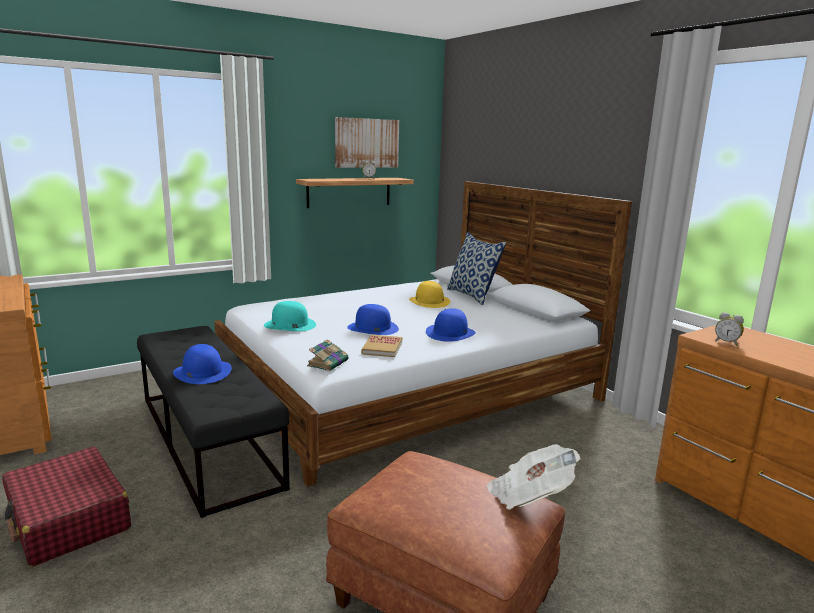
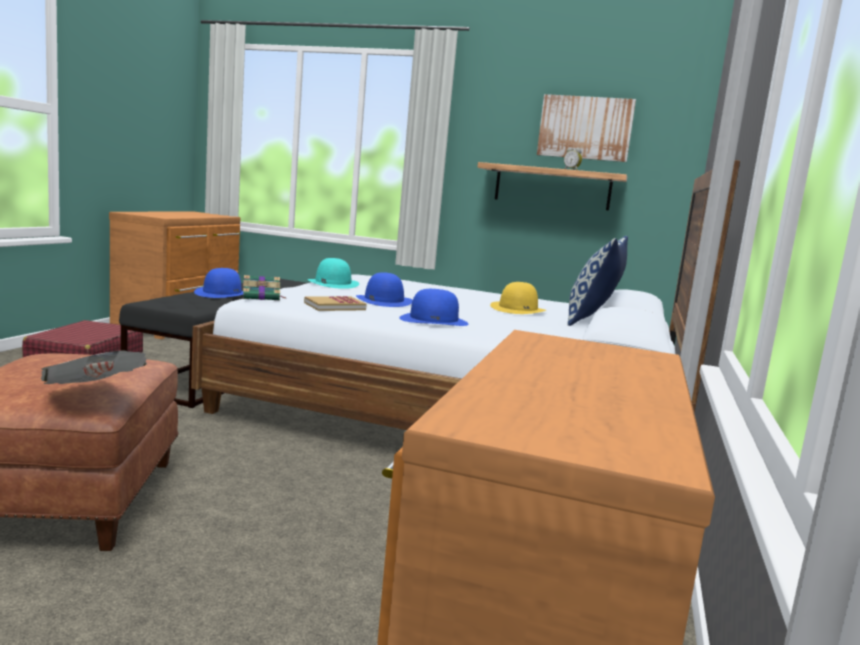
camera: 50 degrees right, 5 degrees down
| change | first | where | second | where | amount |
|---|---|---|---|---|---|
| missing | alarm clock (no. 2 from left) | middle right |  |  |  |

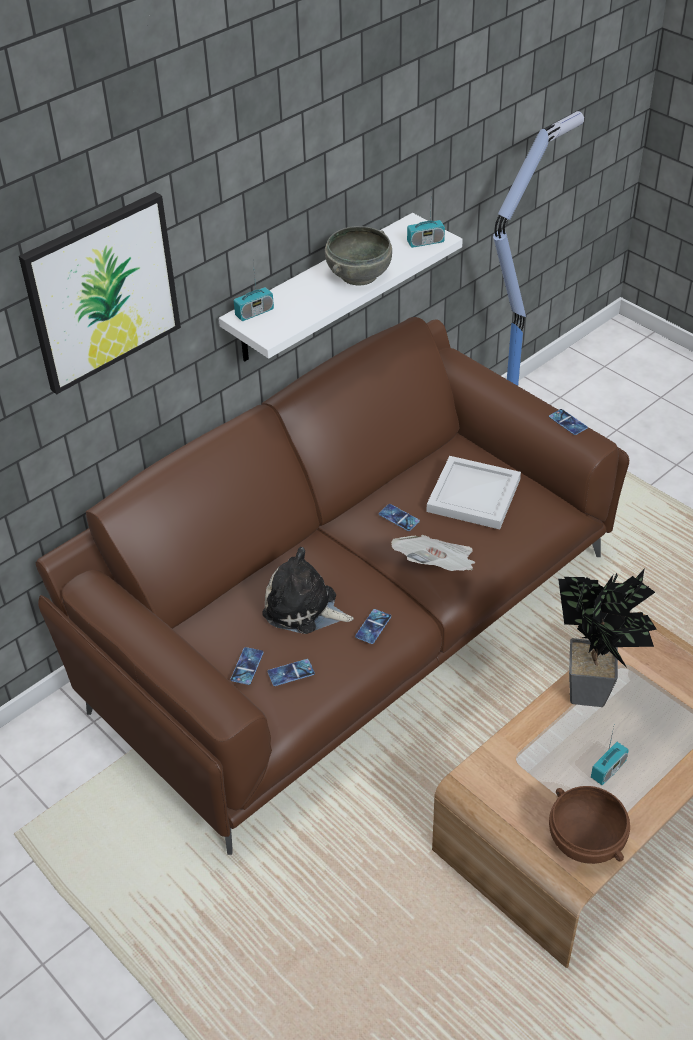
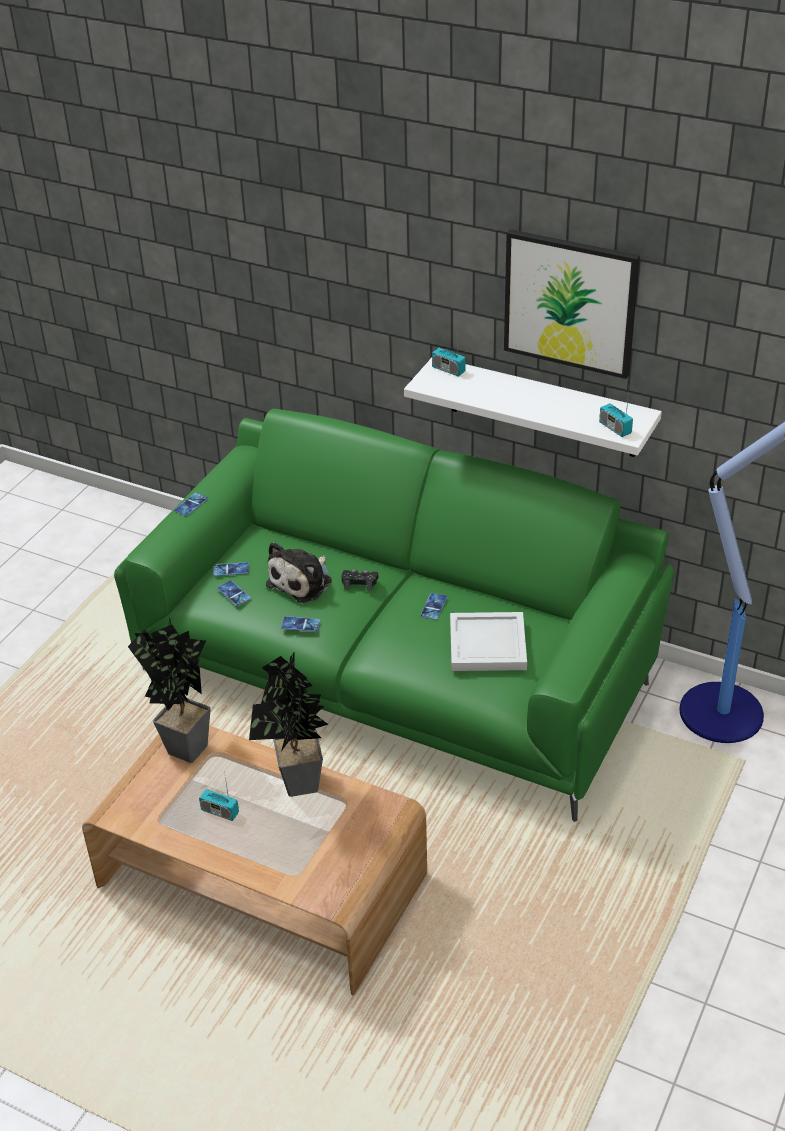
camera: 70 degrees right, 5 degrees down
| change | first | where | second | where | amount |
|---|---|---|---|---|---|
| missing | grey bowl | top centre |  |  |  |
| missing | newspaper | centre |  |  |  |
| missing | brown bowl | bottom right |  |  |  |
| appeared |  |  | potted plant (no. 1 from left) | middle left |  |
| appeared |  |  | black game controller | centre |  |
| relocated | picture | top left |  | top right |  |
| relocated | phone (no. 5 from left in the first image) | middle right | phone (no. 1 from left) | middle left |  |
| colour | brown sofa | centre | green sofa | centre |  |
| spun | plush toy | centre |  | centre | 150 degrees counterclockwise |

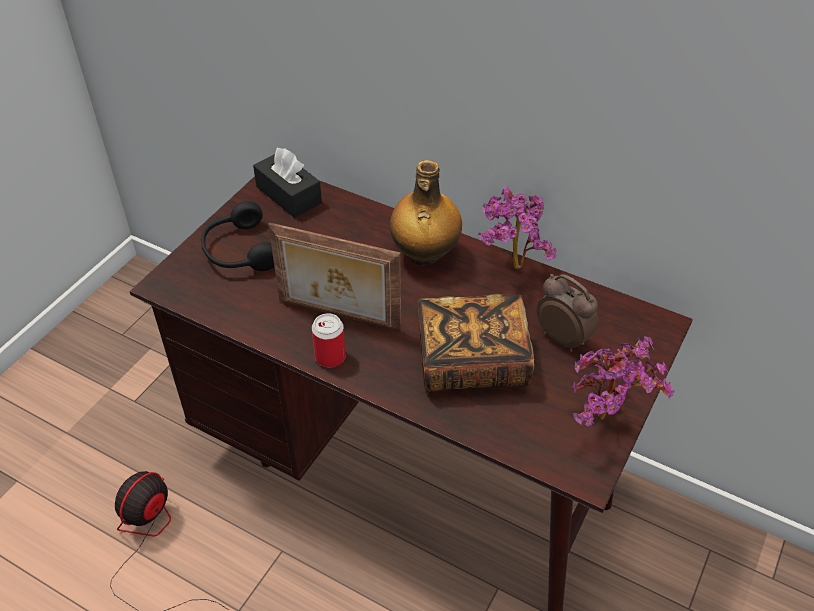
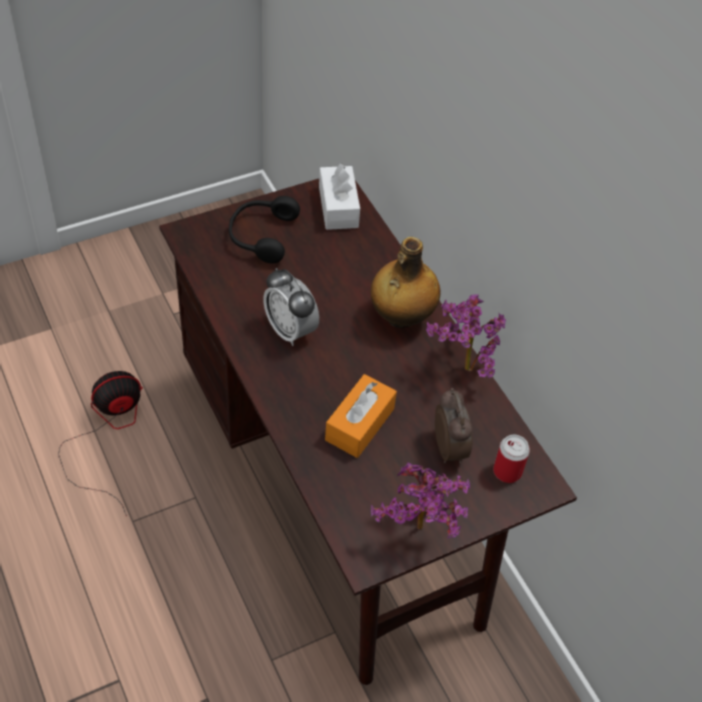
camera: 30 degrees right, 5 degrees up
| change | first | where | second | where | amount |
|---|---|---|---|---|---|
| relocated | can | centre |  | middle right |  |
| exchanged | picture frame | centre | alarm clock (no. 1 from left) | centre |  |
| exchanged | book | centre | orange tissue box | centre |  |
| colour | black tissue box | top centre | white tissue box | top centre |  |

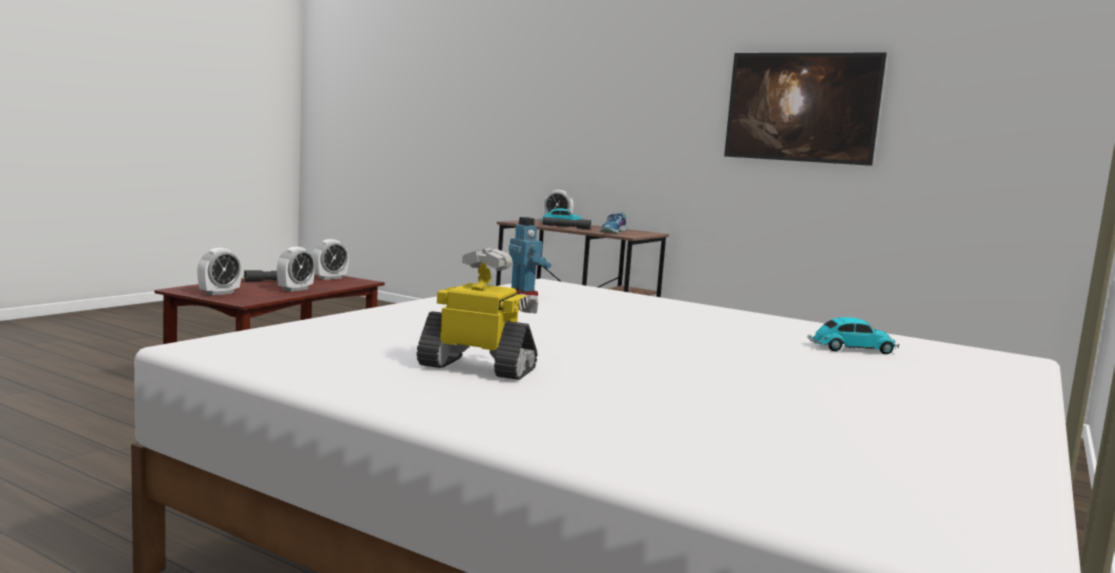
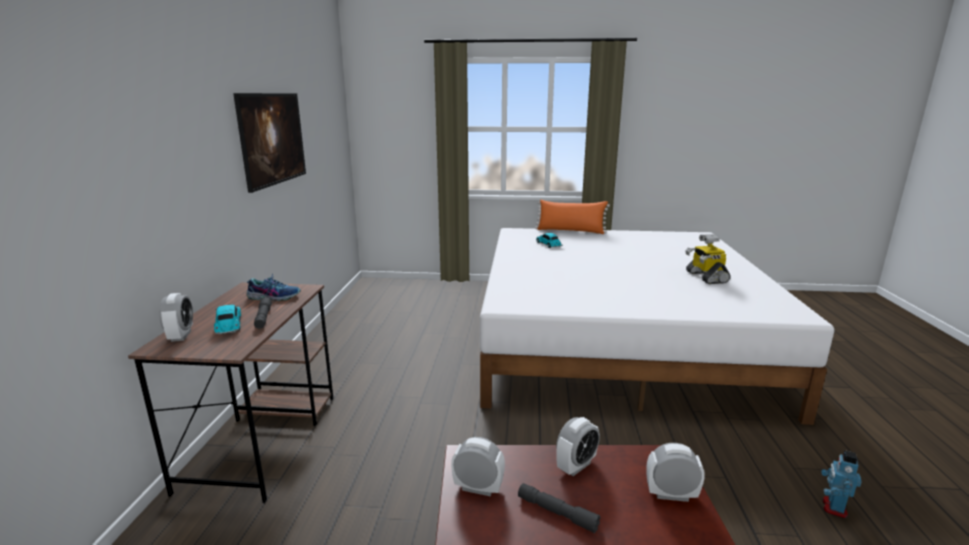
camera: 115 degrees left, 10 degrees up
| change | first | where | second | where | amount |
|---|---|---|---|---|---|
| appeared |  |  | orange pillow | centre |  |
| relocated | toy robot (no. 2 from left) | centre |  | bottom right |  |
| spun | alarm clock (no. 2 from left in the first image) | middle left | alarm clock (no. 3 from left) | bottom centre | 135 degrees clockwise |

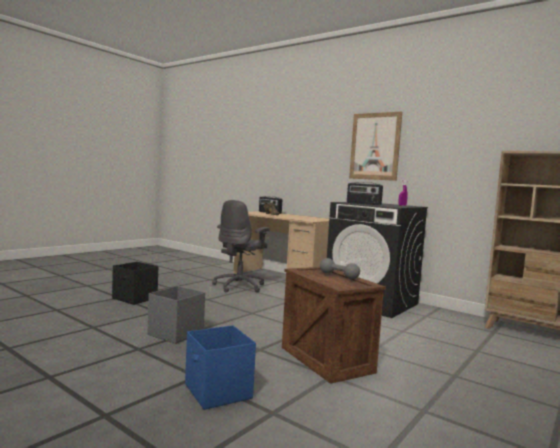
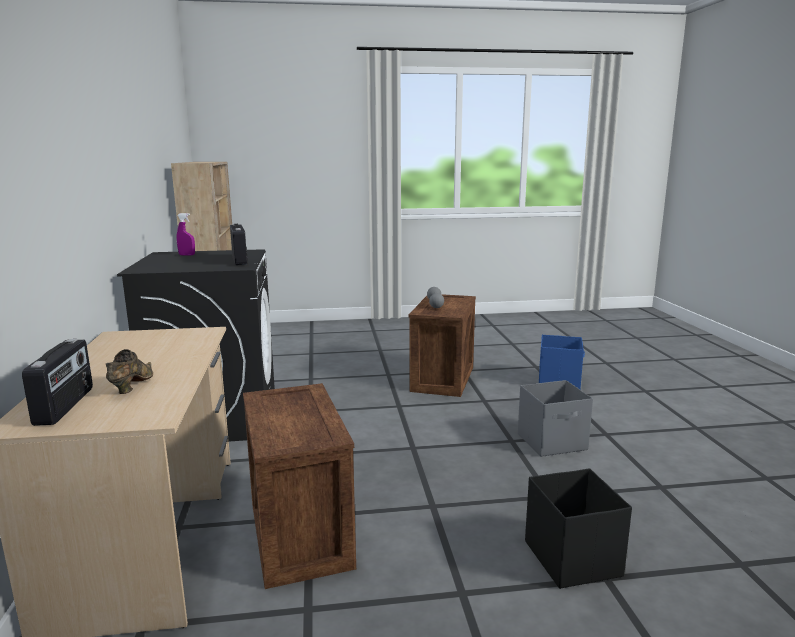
camera: 135 degrees left, 10 degrees up
| change | first | where | second | where | amount |
|---|---|---|---|---|---|
| missing | picture | top right |  |  |  |
| exchanged | grey office chair | centre | crate (no. 1 from left) | bottom centre |  |

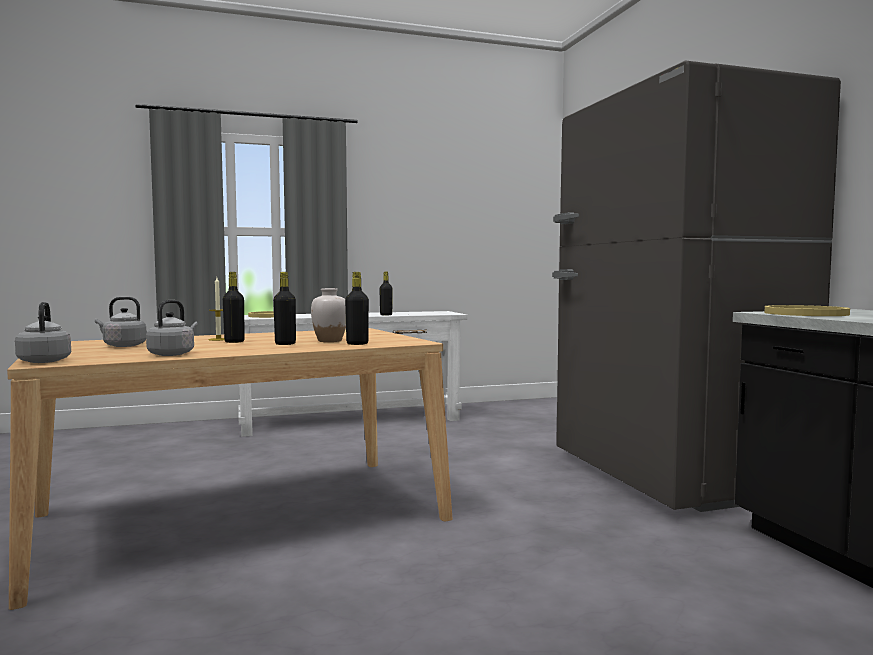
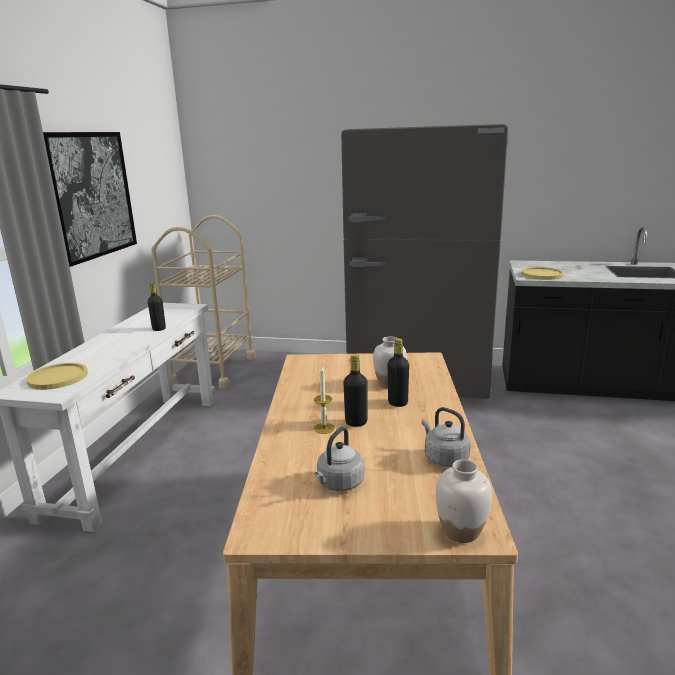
camera: 60 degrees left, 15 degrees up
| change | first | where | second | where | amount |
|---|---|---|---|---|---|
| missing | black bottle (no. 3 from left) | centre |  |  |  |
| appeared |  |  | picture | top left |  |
| appeared |  |  | beige cart | middle left |  |
| exchanged | grey kettle (no. 1 from left) | middle left | white vase (no. 2 from left) | bottom right |  |

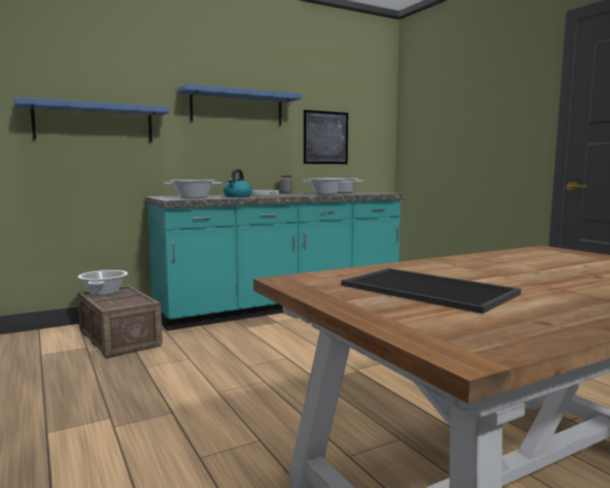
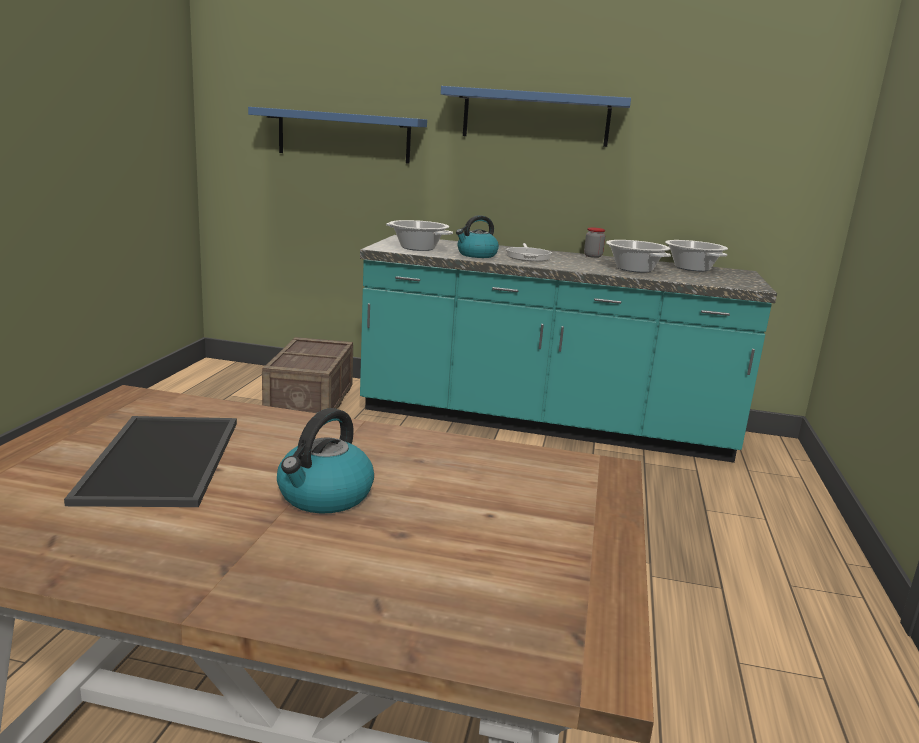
camera: 40 degrees right, 10 degrees up
| change | first | where | second | where | amount |
|---|---|---|---|---|---|
| missing | cooking pot (no. 1 from left) | middle left |  |  |  |
| missing | picture | top centre |  |  |  |
| appeared |  |  | kettle (no. 1 from left) | centre |  |

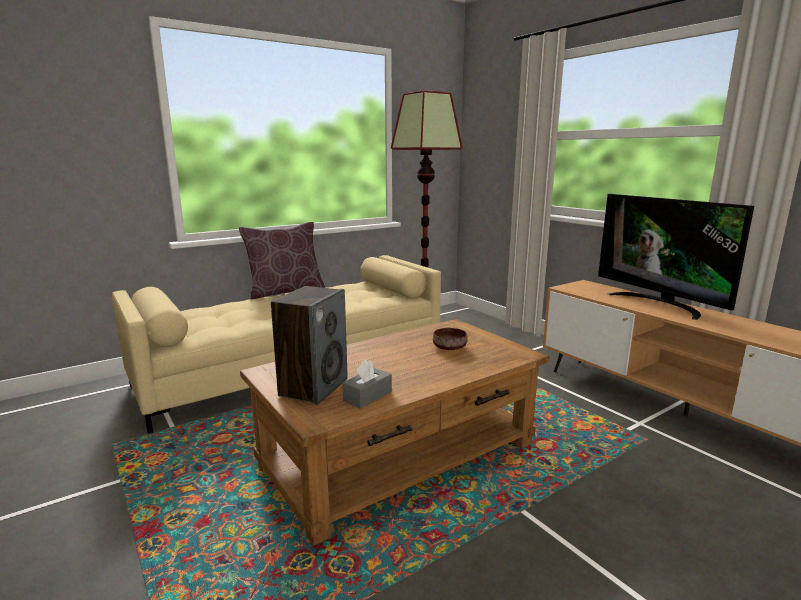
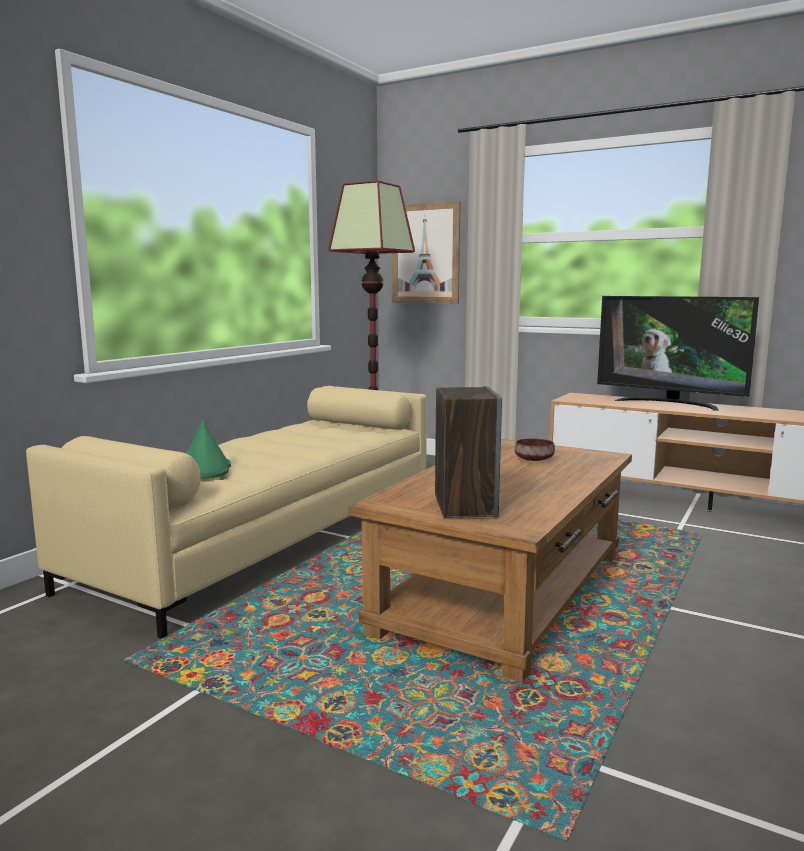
camera: 25 degrees left, 5 degrees down
| change | first | where | second | where | amount |
|---|---|---|---|---|---|
| missing | brown pillow | centre |  |  |  |
| missing | grey tissue box | centre |  |  |  |
| appeared |  |  | green hat | middle left |  |
| appeared |  |  | picture | top centre |  |

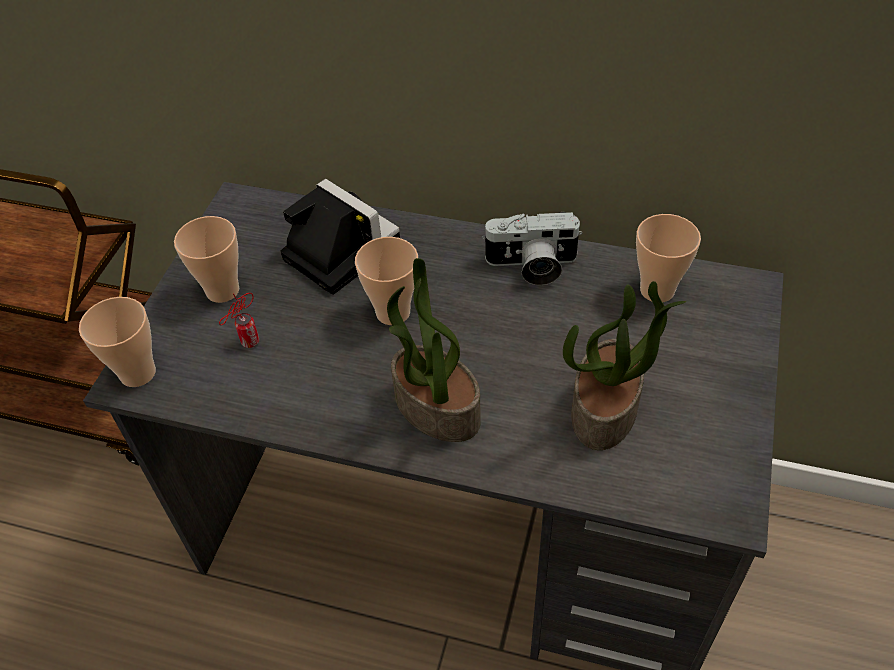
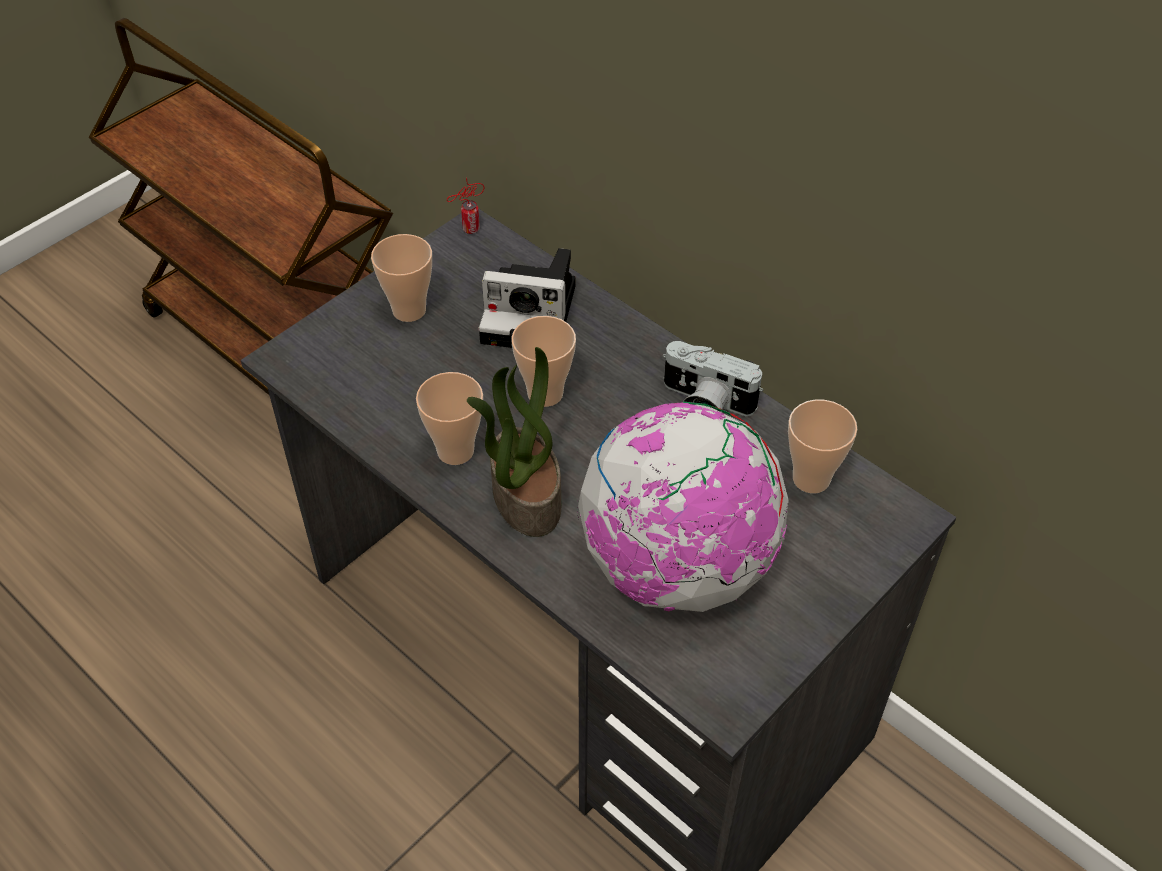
camera: 25 degrees right, 0 degrees up
| change | first | where | second | where | amount |
|---|---|---|---|---|---|
| relocated | cup (no. 1 from left in the first image) | middle left | cup (no. 2 from left) | centre |  |
| relocated | can | middle left |  | top centre |  |
| exchanged | potted plant (no. 2 from left) | middle right | globe | centre |  |
| spun | photo camera (no. 1 from left) | centre |  | centre | 120 degrees clockwise |

